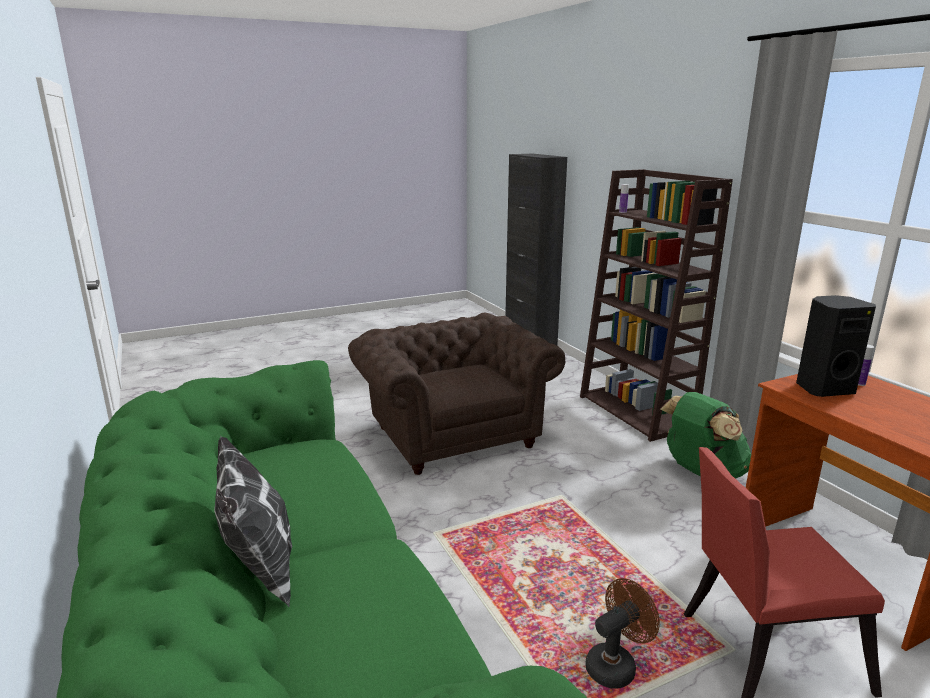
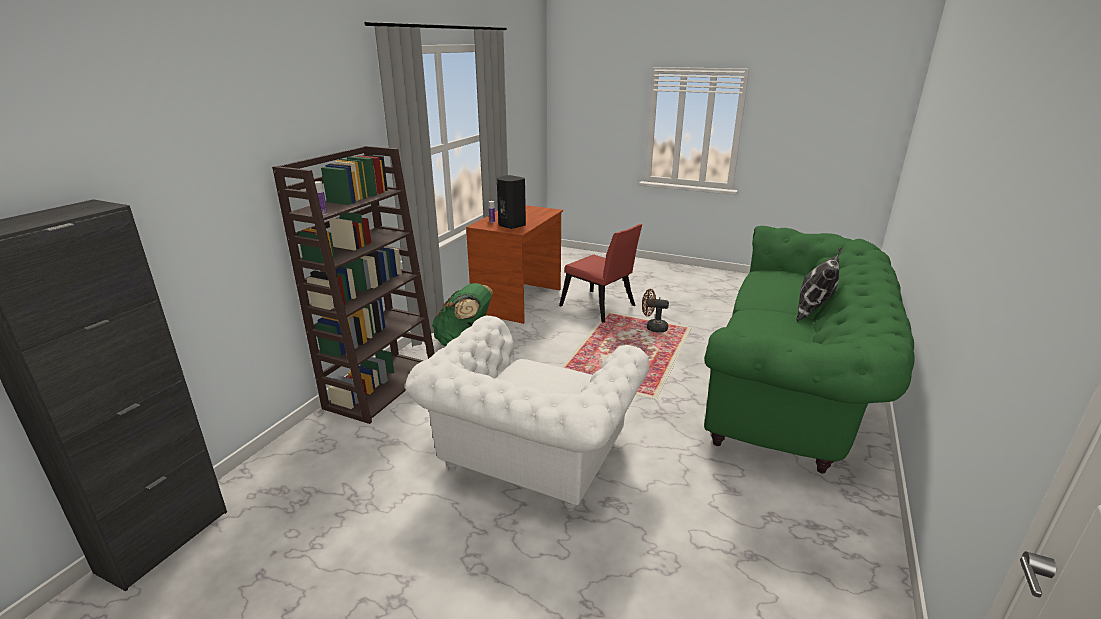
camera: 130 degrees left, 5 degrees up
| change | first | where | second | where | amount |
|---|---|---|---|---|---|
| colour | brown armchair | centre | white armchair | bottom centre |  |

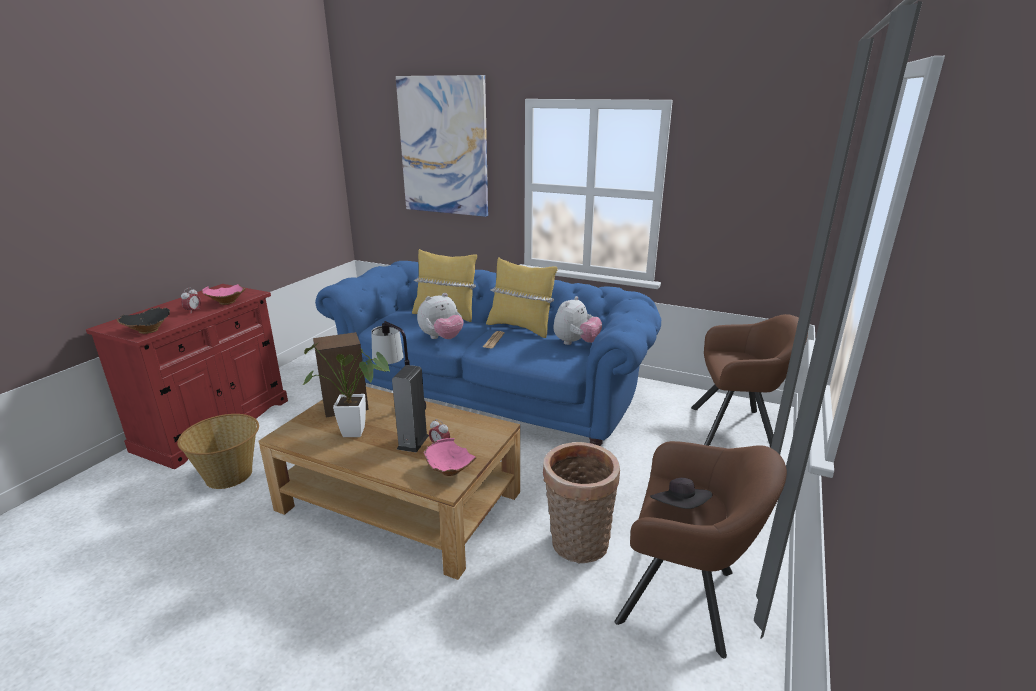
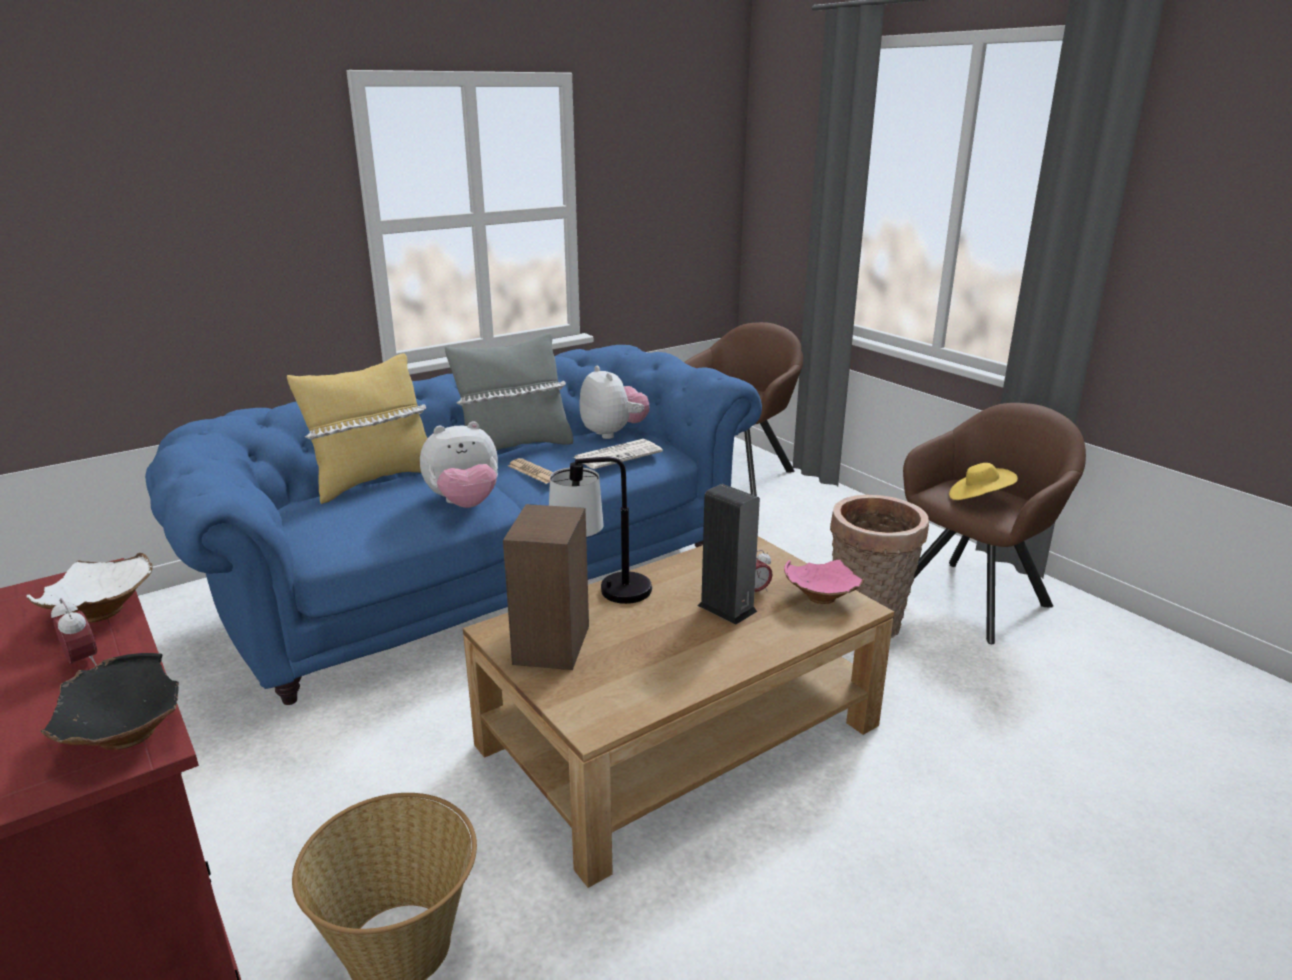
camera: 60 degrees left, 0 degrees up
| change | first | where | second | where | amount |
|---|---|---|---|---|---|
| missing | potted plant | centre |  |  |  |
| missing | picture | top centre |  |  |  |
| appeared |  |  | newspaper (no. 2 from left) | centre |  |
| colour | pink bowl (no. 1 from left) | middle left | white bowl | middle left |  |
| colour | yellow pillow (no. 2 from left) | centre | grey pillow | centre |  |
| colour | black hat | bottom centre | yellow hat | middle right |  |
| spun | plush toy (no. 1 from left) | centre |  | centre | 75 degrees clockwise |

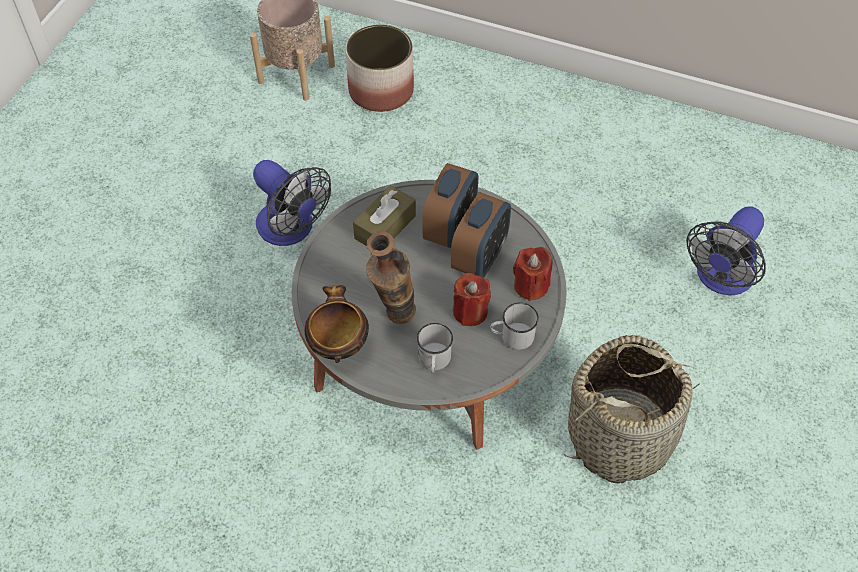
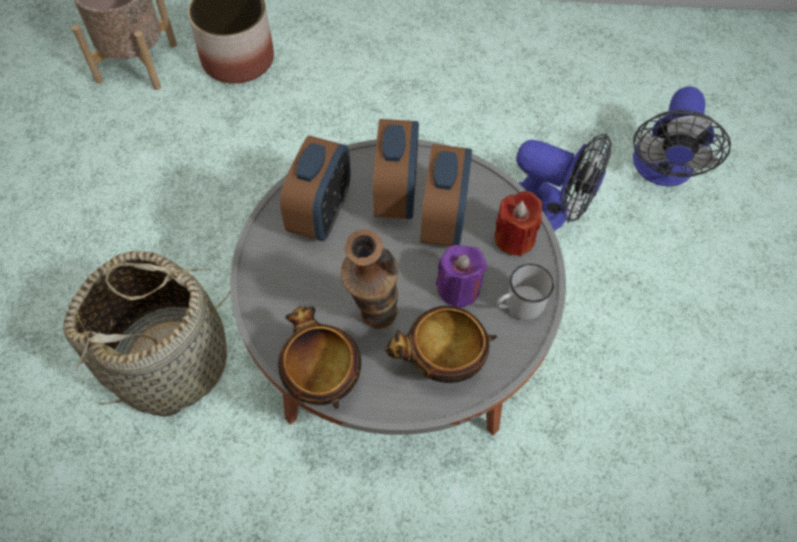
camera: 20 degrees left, 5 degrees up
| change | first | where | second | where | amount |
|---|---|---|---|---|---|
| relocated | fan (no. 1 from left) | centre |  | middle right |  |
| relocated | basket | bottom right |  | middle left |  |
| exchanged | brown tissue box | centre | alarm clock (no. 1 from left) | centre |  |
| exchanged | white mug (no. 1 from left) | centre | bowl (no. 2 from left) | centre |  |
| colour | red candle (no. 1 from left) | centre | purple candle | centre |  |

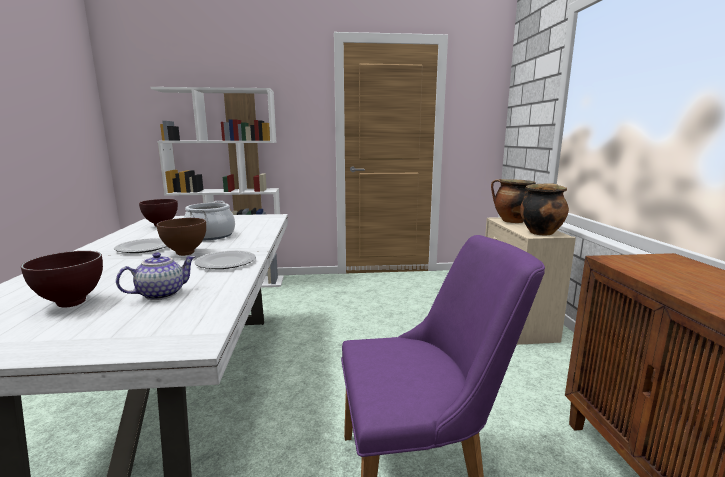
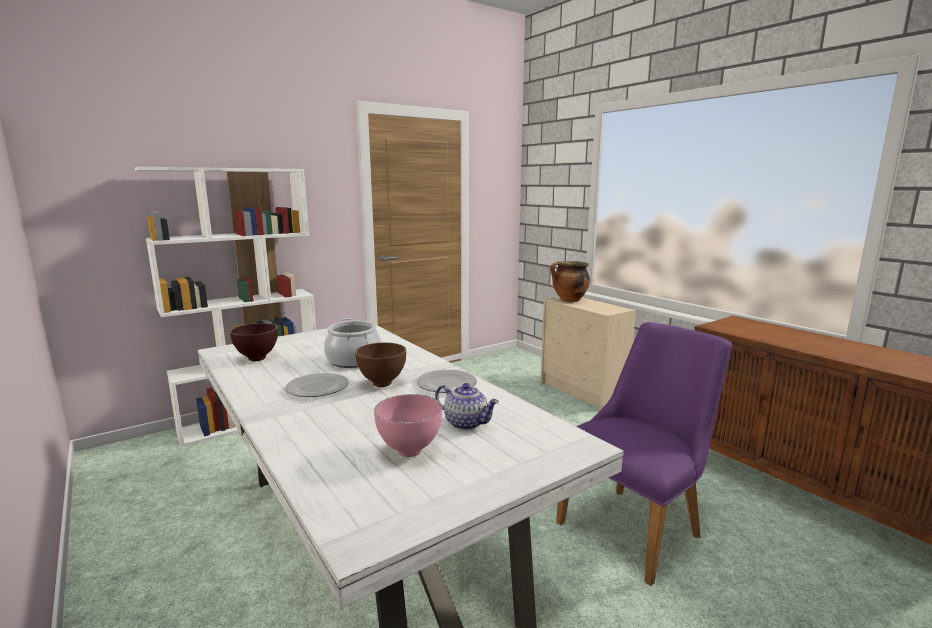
camera: 30 degrees left, 0 degrees up
| change | first | where | second | where | amount |
|---|---|---|---|---|---|
| missing | cooking pot (no. 3 from left) | middle right |  |  |  |
| colour | brown bowl (no. 1 from left) | middle left | pink bowl | bottom centre |  |
| spun | teapot | middle left |  | centre | 105 degrees clockwise |

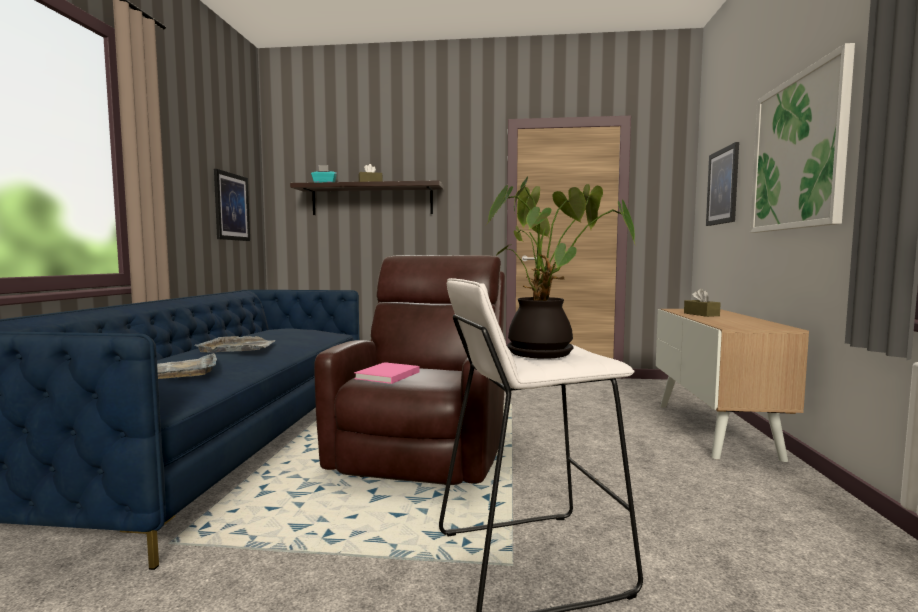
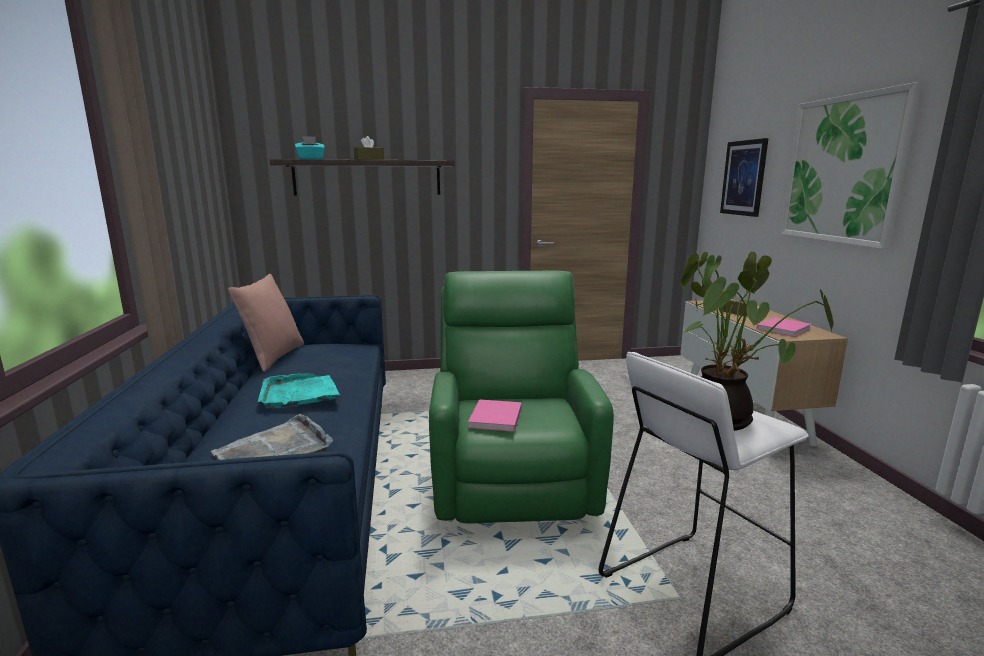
camera: 15 degrees left, 10 degrees up
| change | first | where | second | where | amount |
|---|---|---|---|---|---|
| missing | picture (no. 1 from left) | middle left |  |  |  |
| appeared |  |  | pink pillow | middle left |  |
| appeared |  |  | pink book (no. 2 from left) | middle right |  |
| colour | grey tray (no. 2 from left) | middle left | turquoise tray | middle left |  |
| colour | brown armchair | centre | green armchair | centre |  |

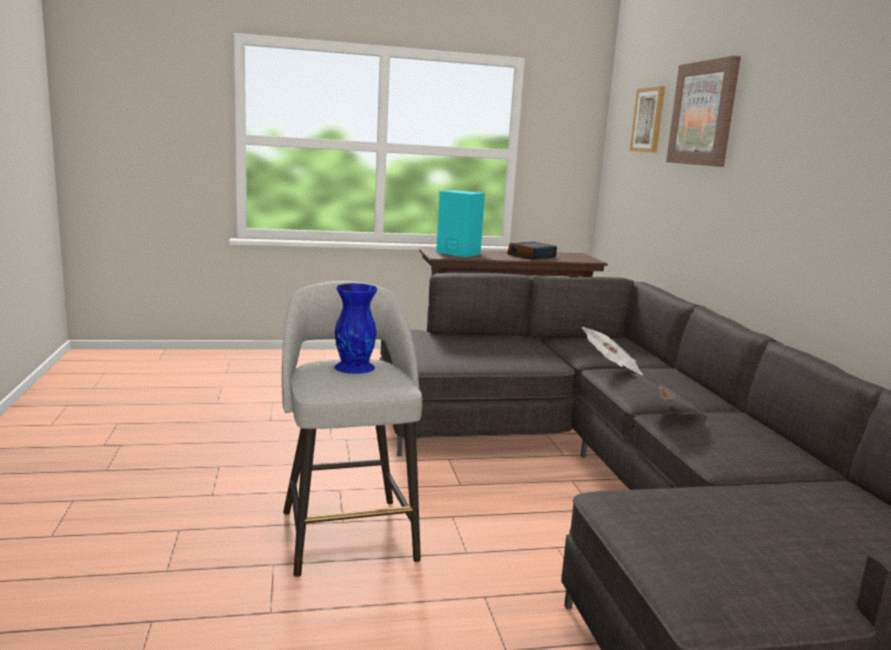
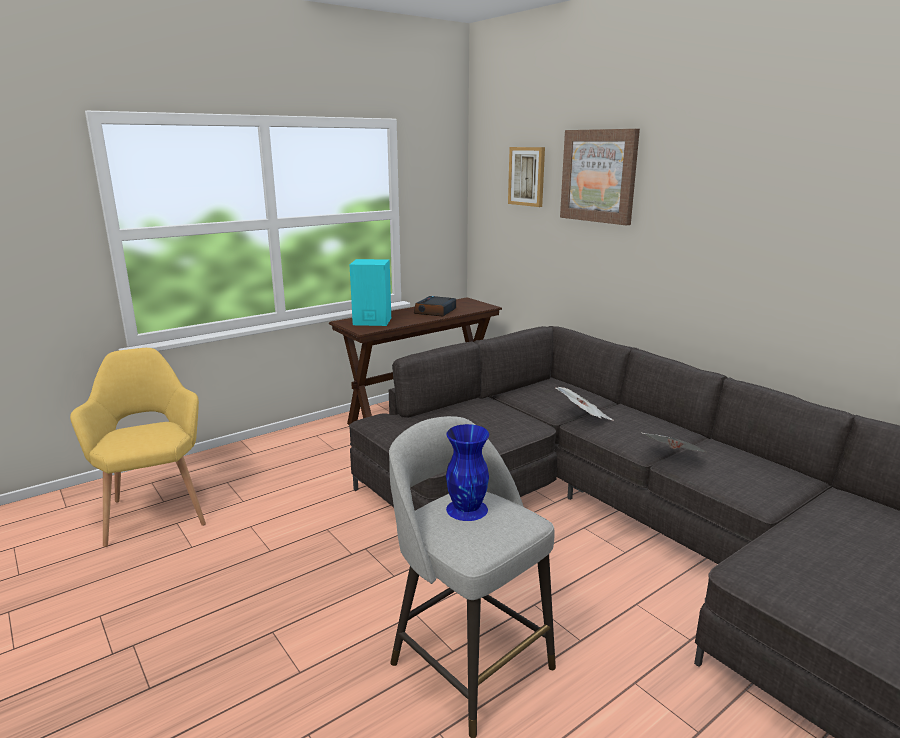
camera: 25 degrees left, 5 degrees up
| change | first | where | second | where | amount |
|---|---|---|---|---|---|
| appeared |  |  | yellow armchair | middle left |  |

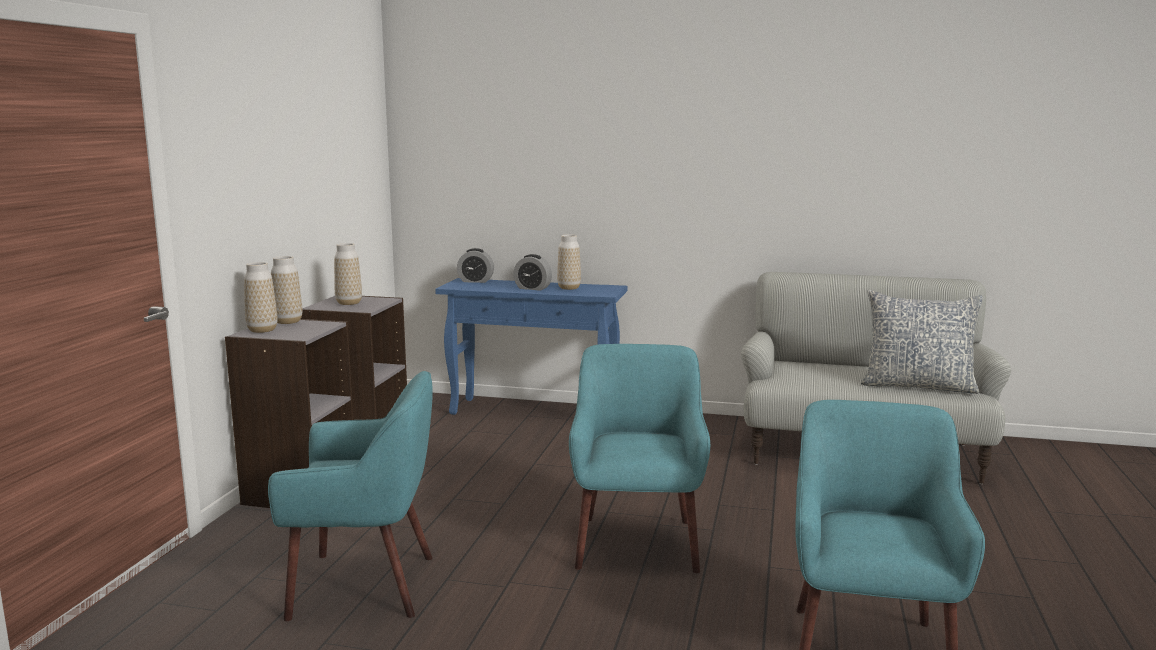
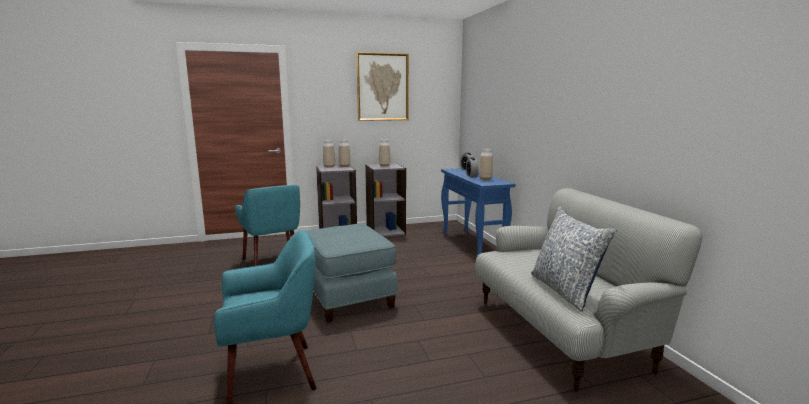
camera: 60 degrees right, 0 degrees up
| change | first | where | second | where | amount |
|---|---|---|---|---|---|
| appeared |  |  | picture | top centre |  |
| exchanged | turquoise armchair (no. 2 from left) | bottom centre | blue ottoman | bottom centre |  |

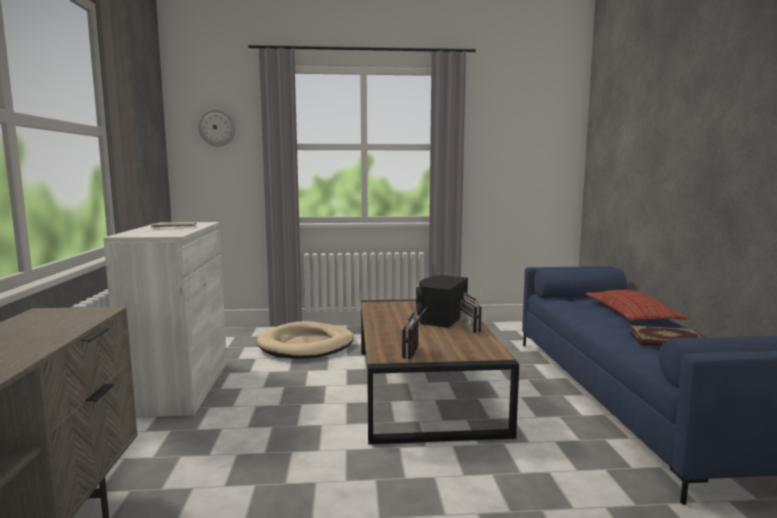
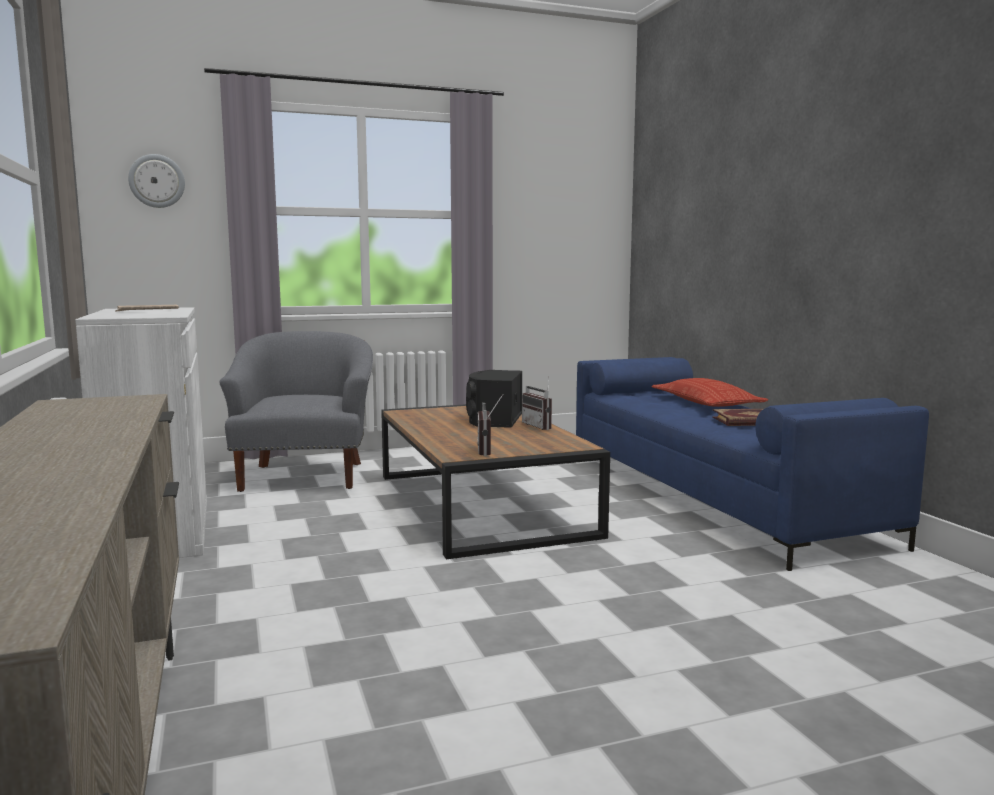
camera: 15 degrees left, 0 degrees up
| change | first | where | second | where | amount |
|---|---|---|---|---|---|
| exchanged | beige dog bed | centre | grey armchair | middle left |  |

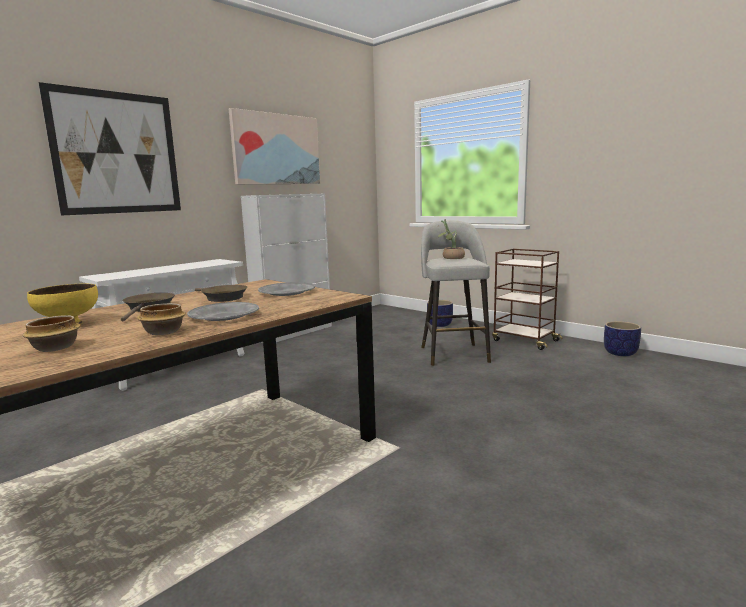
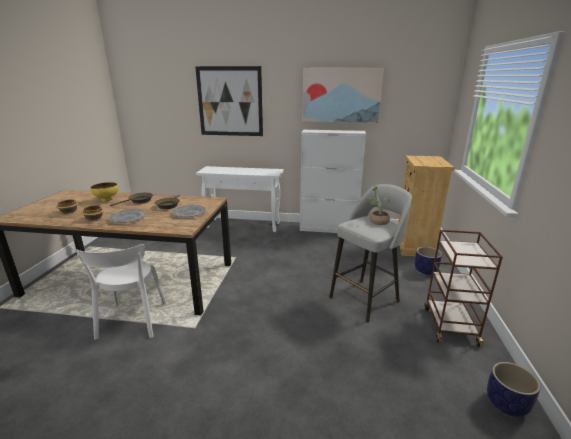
camera: 55 degrees right, 10 degrees up
| change | first | where | second | where | amount |
|---|---|---|---|---|---|
| appeared |  |  | white chair | middle left |  |
| appeared |  |  | beige dresser | middle right |  |

